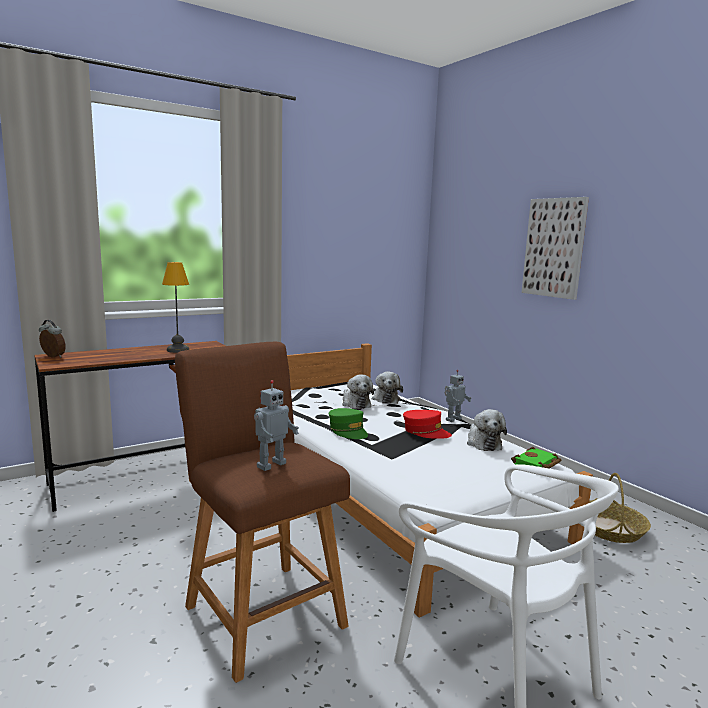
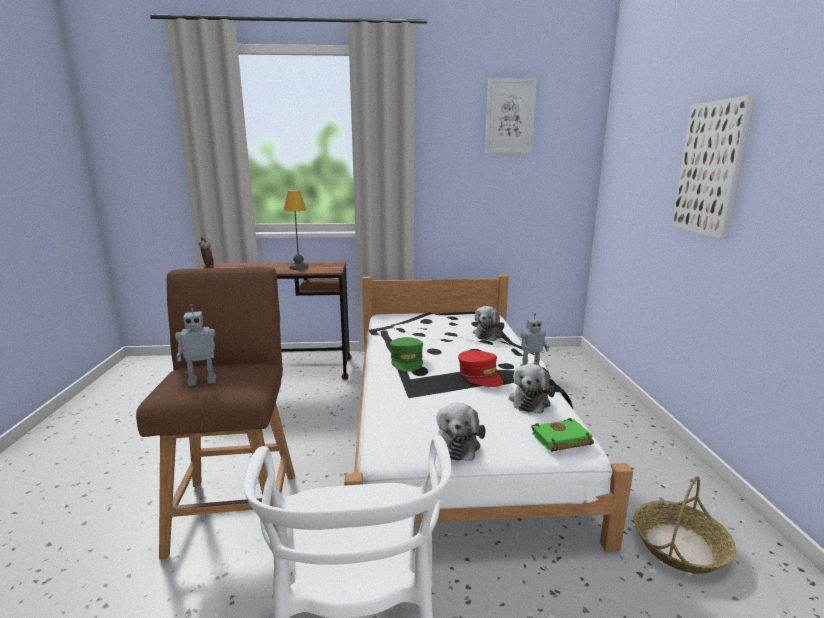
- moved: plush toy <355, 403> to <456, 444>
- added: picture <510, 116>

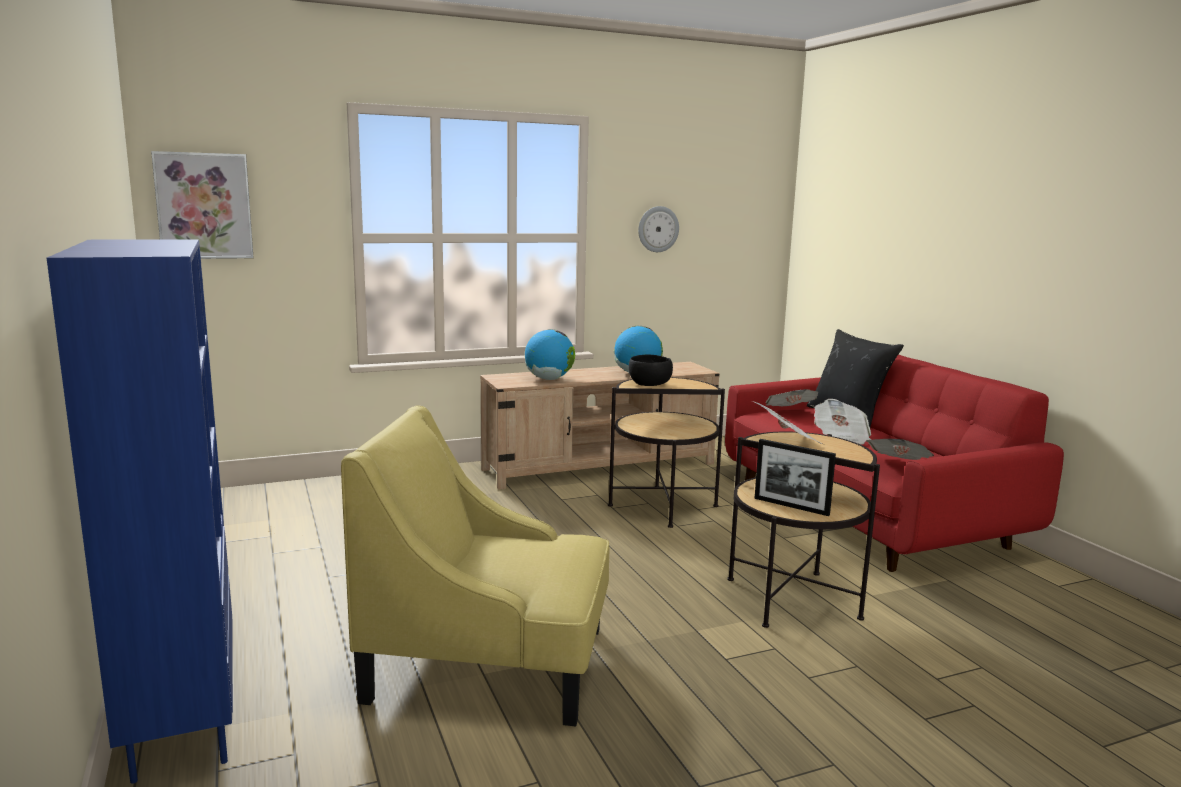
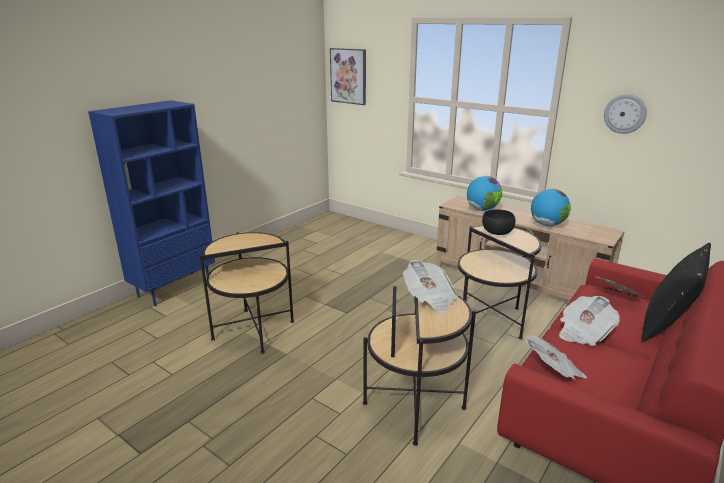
- replaced: armchair/yellow <489, 663> to side table <253, 330>

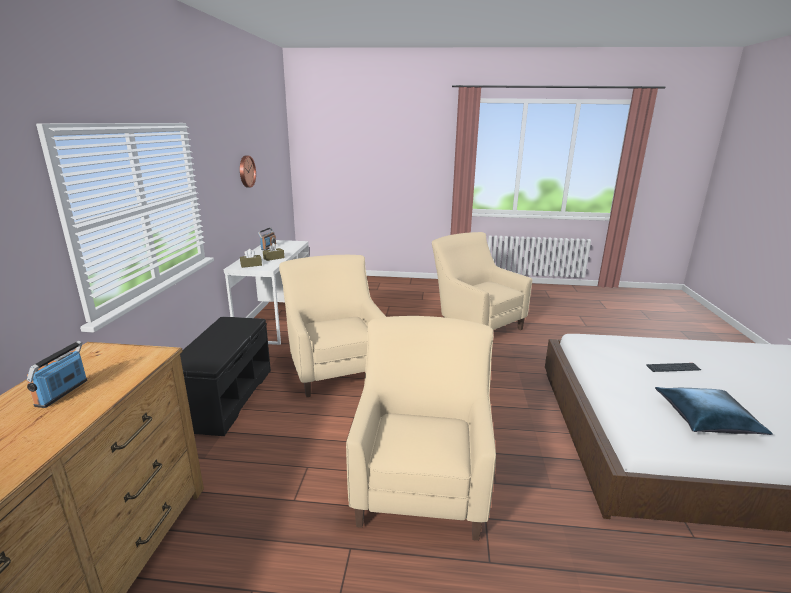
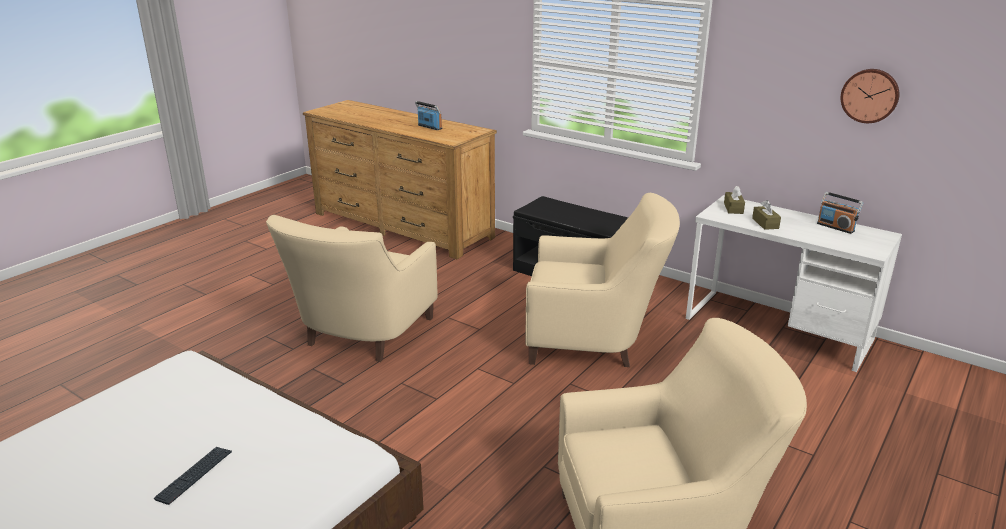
- turned: armchair/beige <421, 480> = <361, 336> 75 degrees clockwise
- removed: pillow/blue <707, 419>

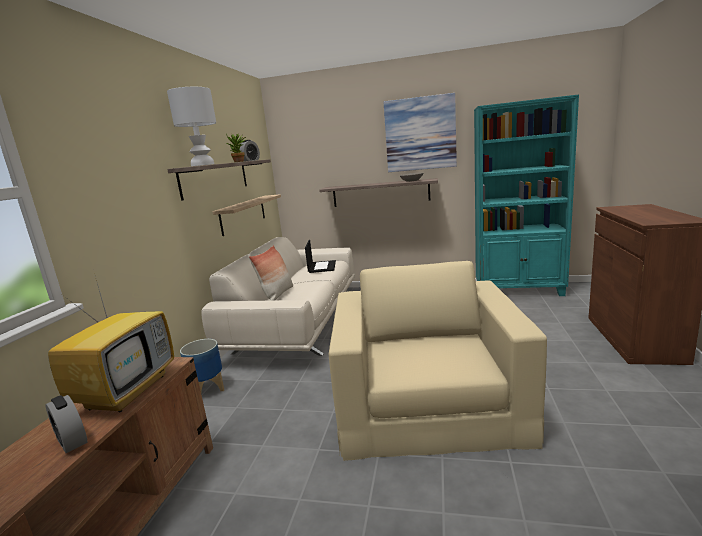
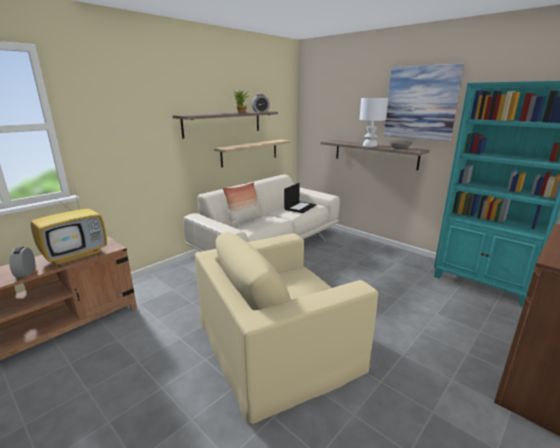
- turned: armchair/beige <428, 402> = <277, 343> 150 degrees counterclockwise
- moved: table lamp/white <203, 165> to <370, 145>
- removed: planter <208, 389>

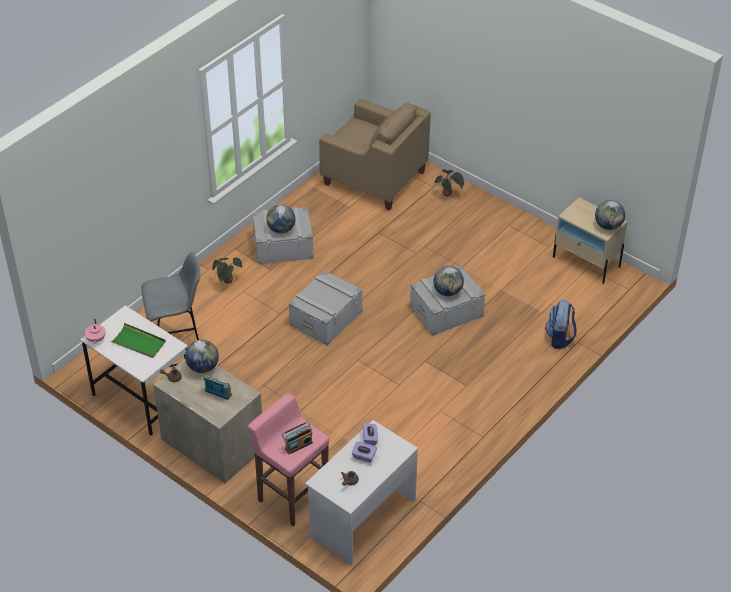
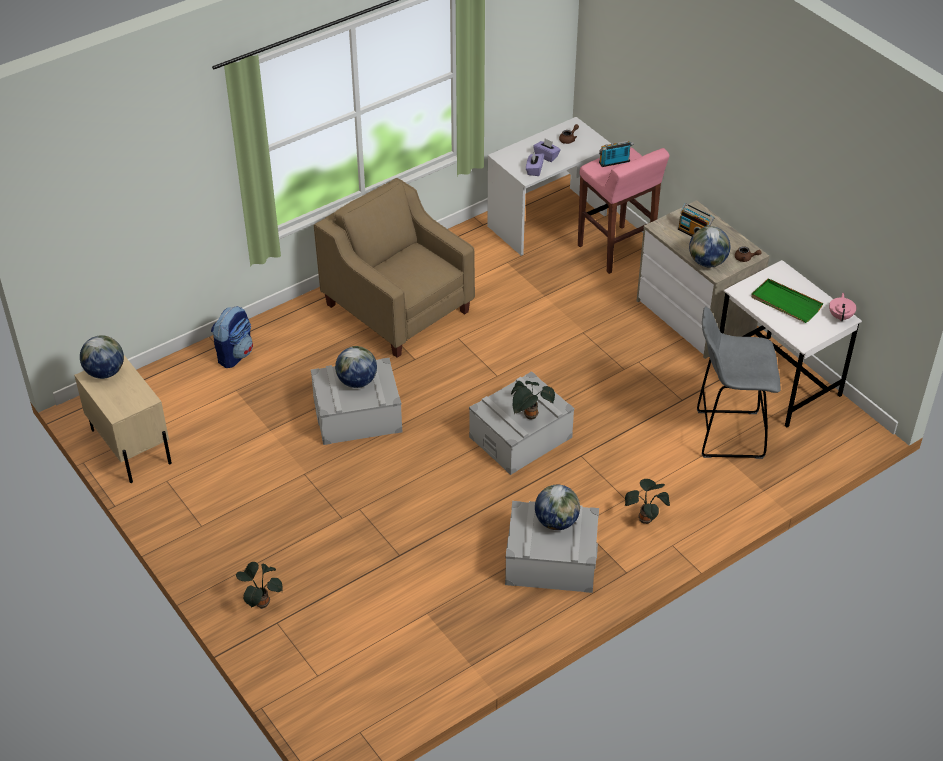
- moved: armchair/beige <374, 178> to <398, 308>
- added: potted plant <530, 416>

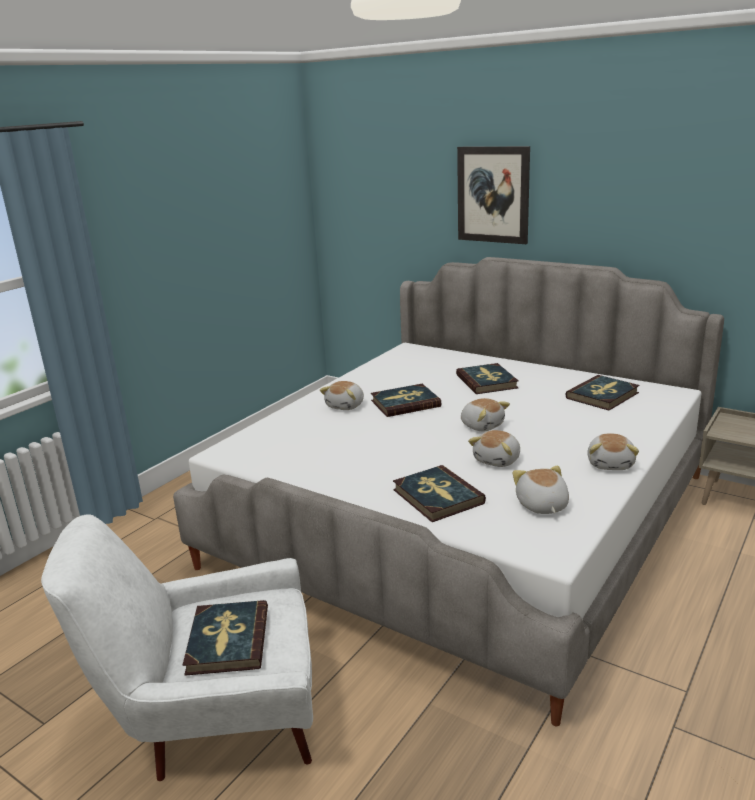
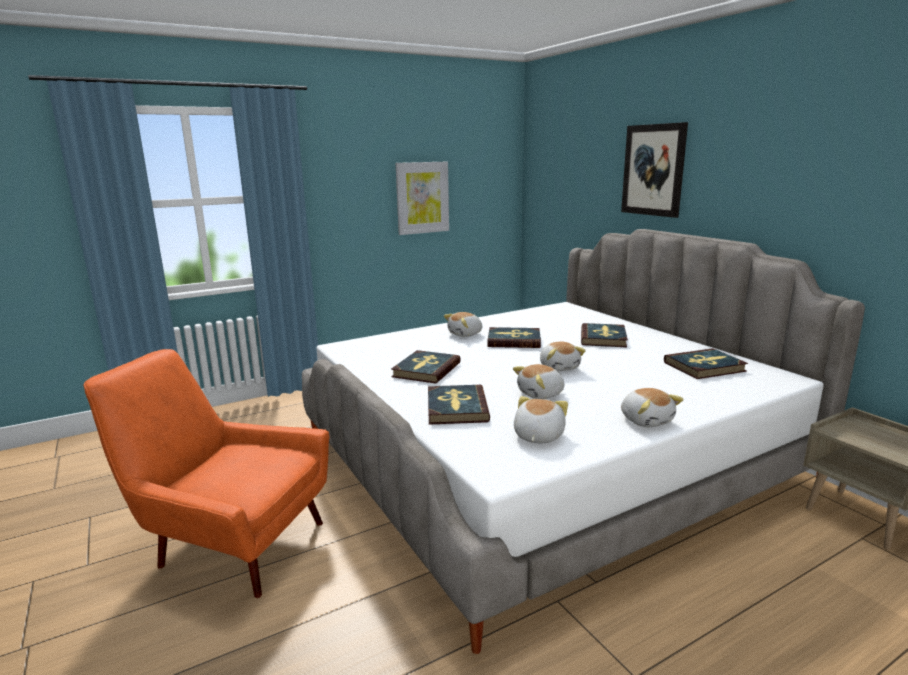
- recoloured: armchair/white <216, 722> to armchair/orange <228, 543>
- moved: book <227, 641> to <426, 370>
- added: picture <422, 198>
- turned: plush toy <611, 464> = <646, 420> 60 degrees counterclockwise

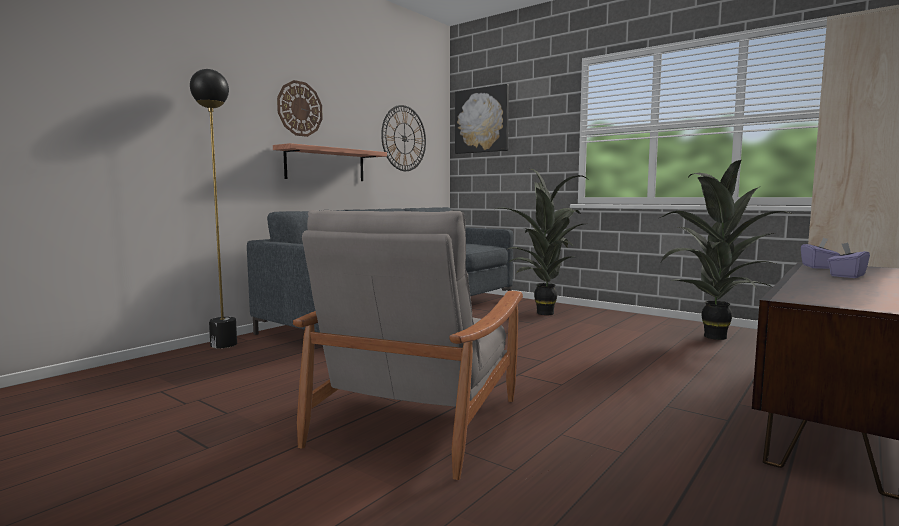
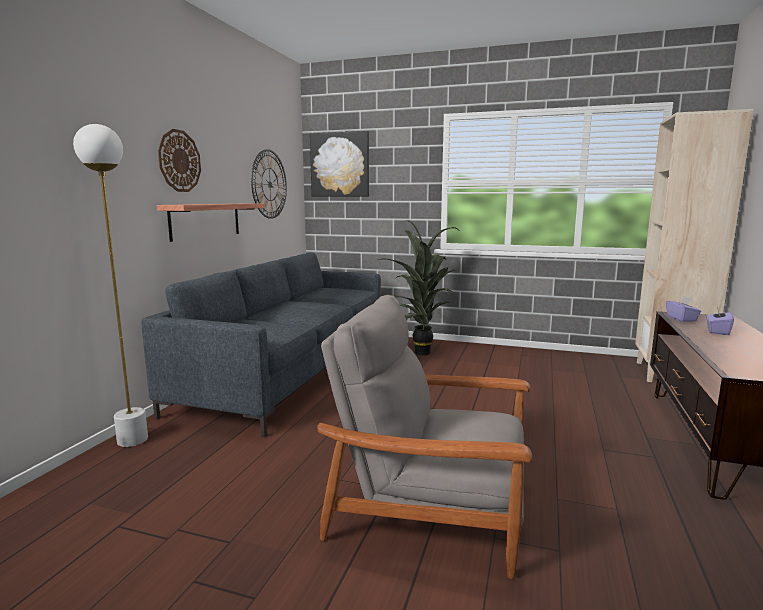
- recoloured: floor lamp/black <224, 345> to floor lamp/white <132, 440>
- turned: armchair/grey <418, 420> = <430, 509> 105 degrees clockwise
- removed: potted plant <713, 338>

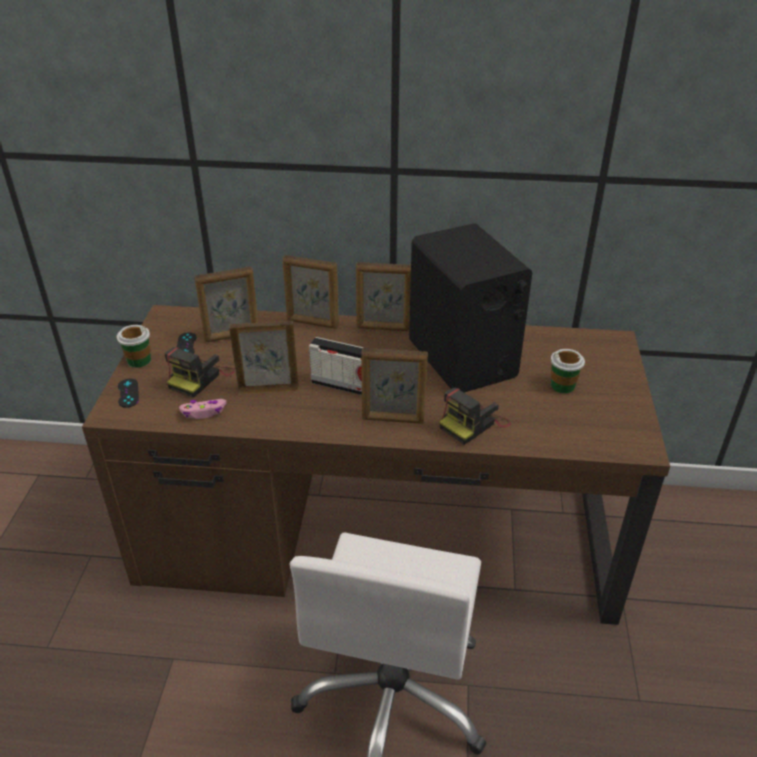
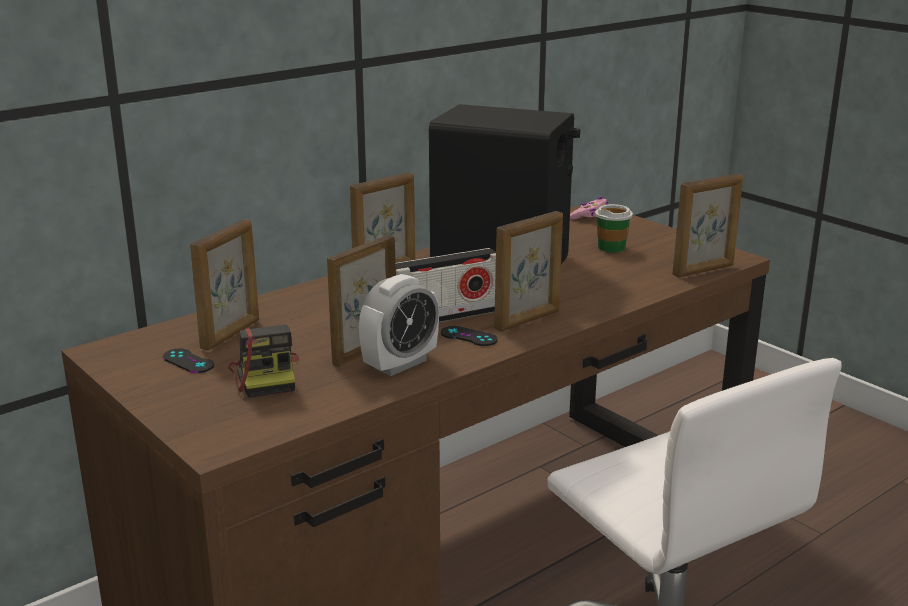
- added: alarm clock <400, 364>
- moved: game controller/black <128, 393> to <468, 336>
- moved: game controller/pink <203, 412> to <589, 215>
- moved: picture frame <312, 323> to <704, 270>
- removed: cup <139, 360>
- removed: photo camera <473, 423>

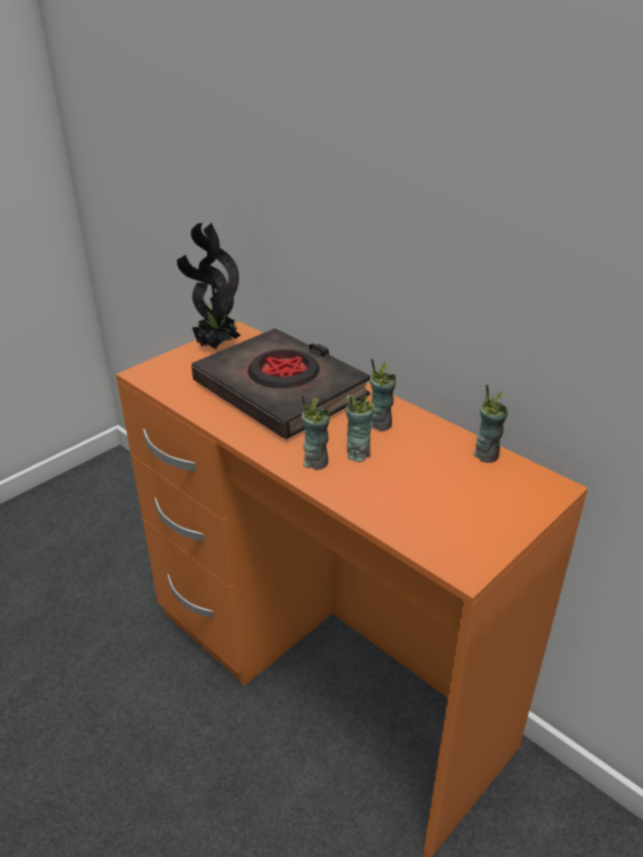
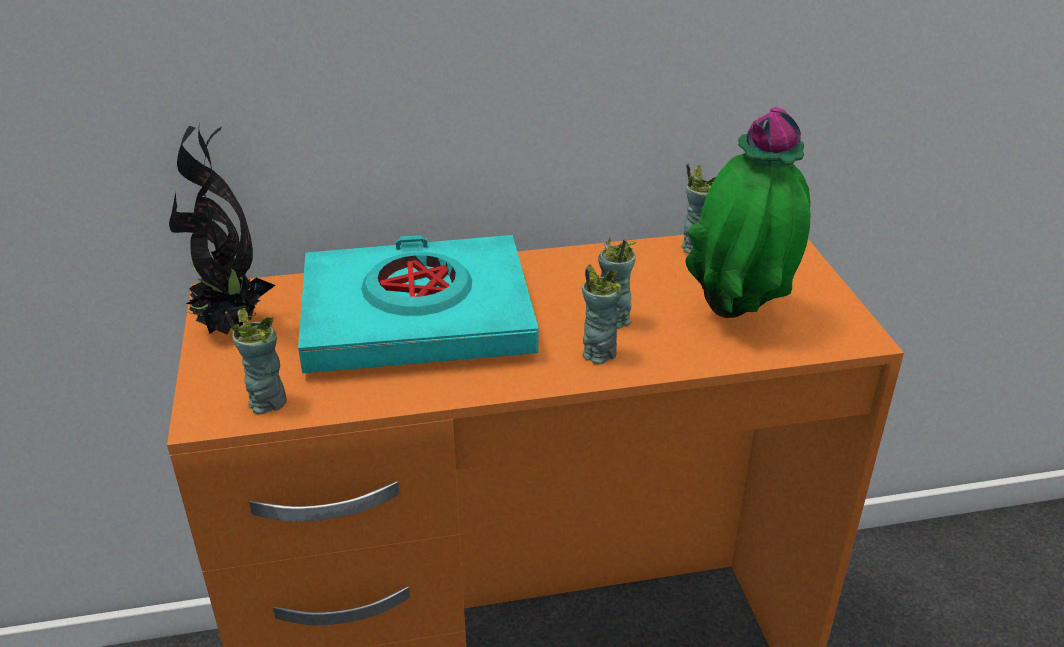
- moved: cup <380, 424> to <267, 401>
- recoloured: book/black <281, 390> to book/turquoise <417, 318>
- added: potted plant <740, 315>

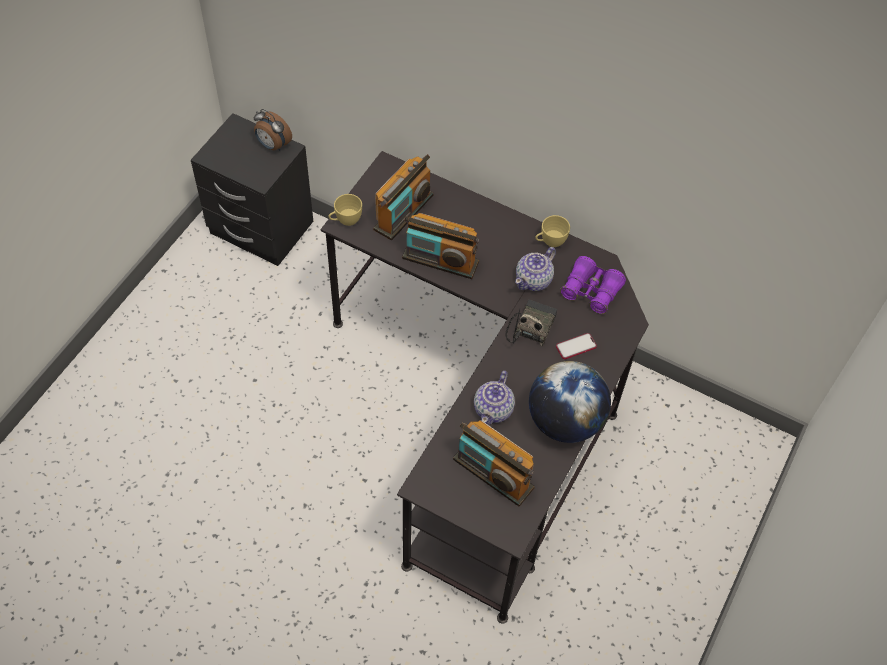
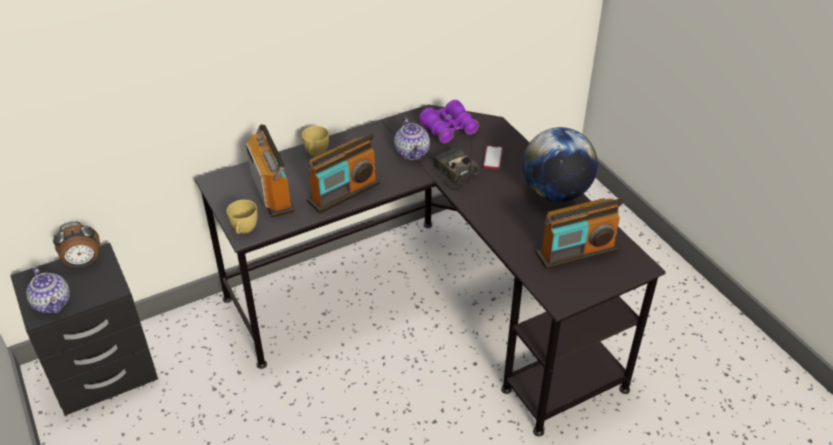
- moved: teapot <493, 409> to <52, 302>
- moved: cup/yellow <550, 242> to <316, 154>

